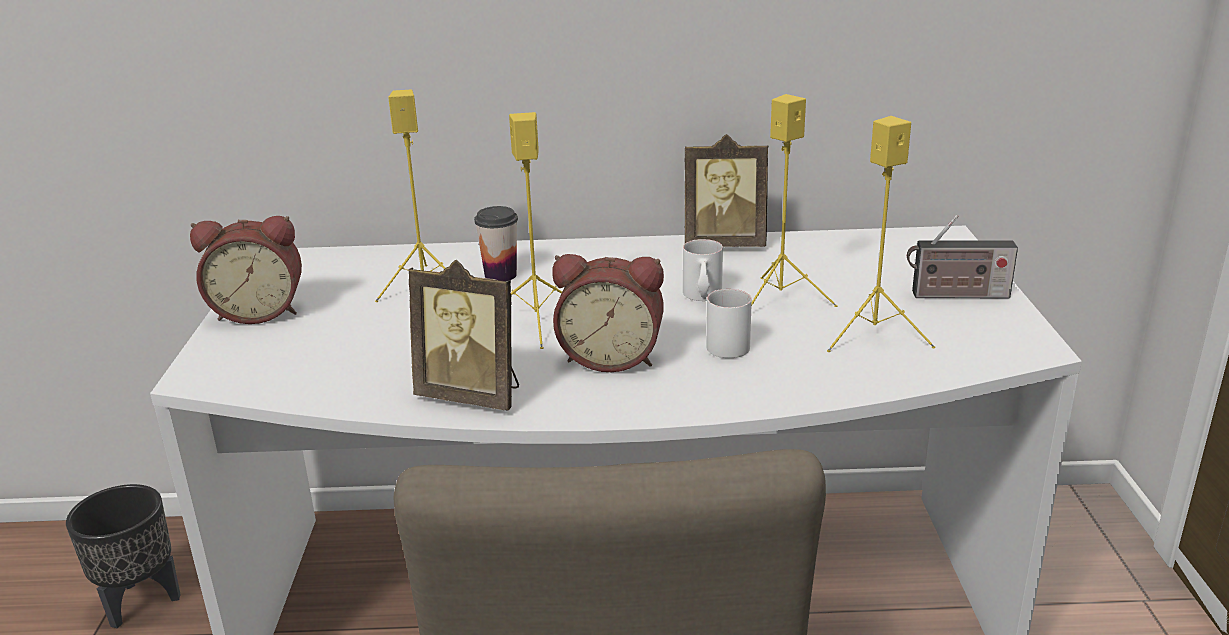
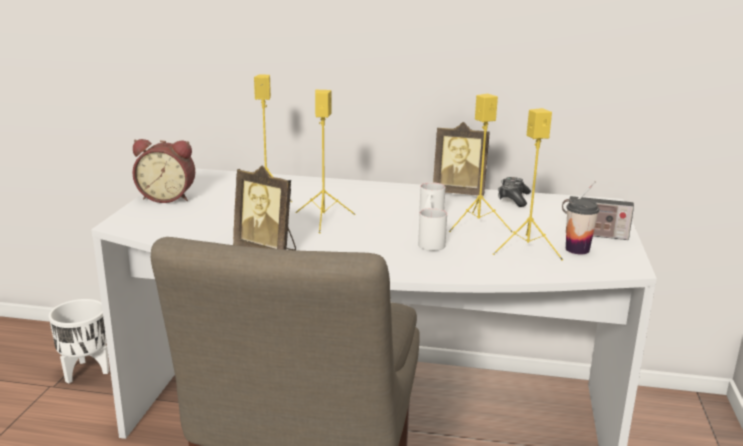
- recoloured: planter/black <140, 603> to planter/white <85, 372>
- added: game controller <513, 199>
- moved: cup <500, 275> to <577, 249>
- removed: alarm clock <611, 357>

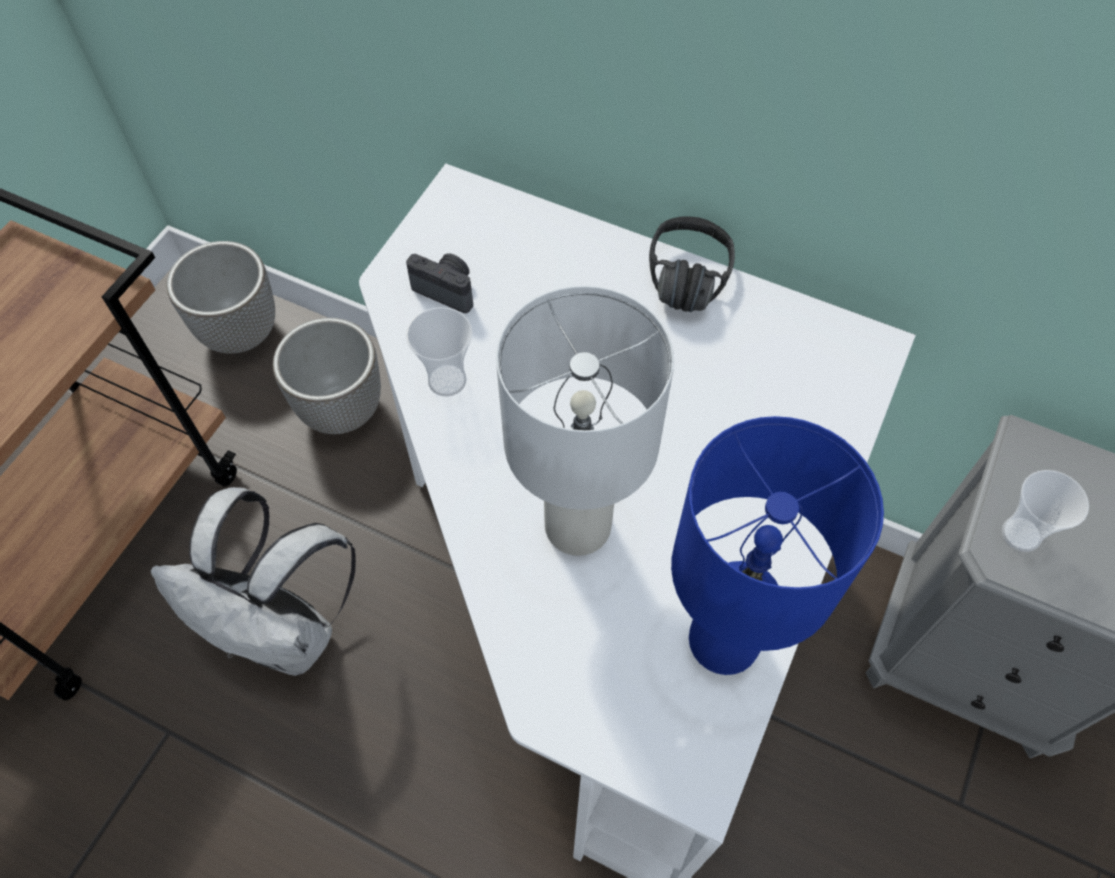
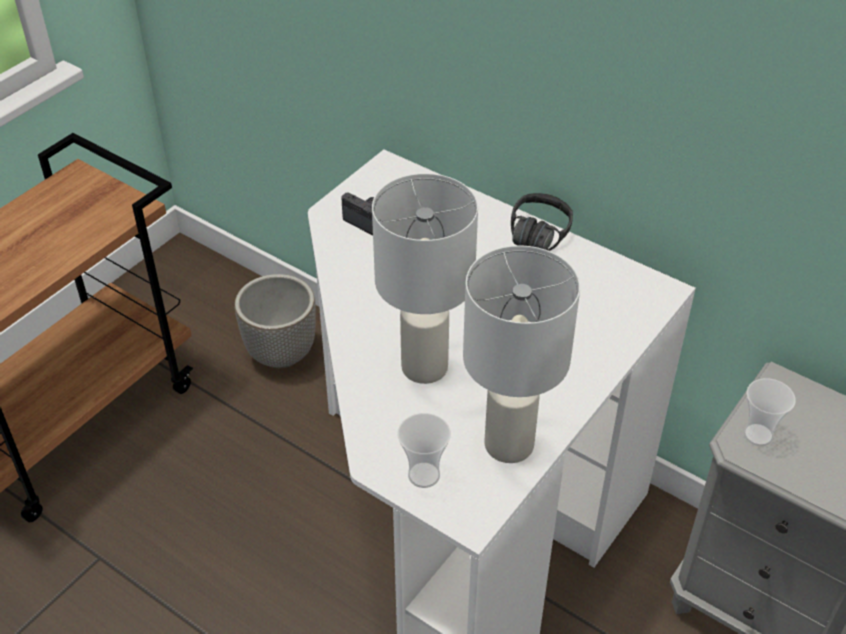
- moved: cup <447, 380> to <424, 475>
- recoloured: table lamp/blue <723, 643> to table lamp/white <508, 445>
- removed: backpack/white <286, 631>
- removed: planter <242, 333>

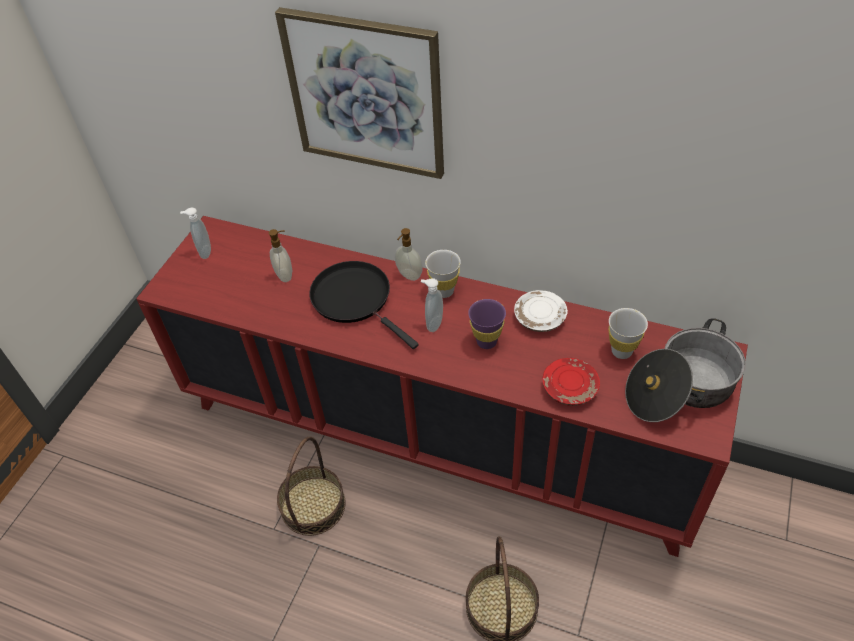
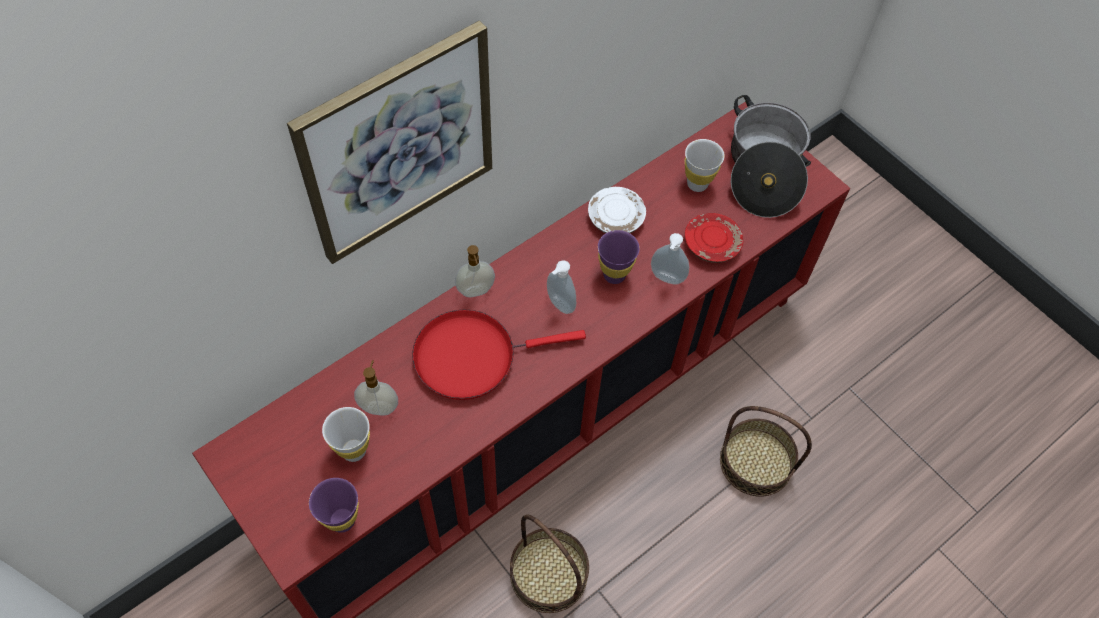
- added: cup/purple <342, 520>
- moved: cup/white <444, 291> to <354, 450>
- recoloured: frying pan/black <355, 299> to frying pan/red <472, 356>
- moved: soap dispenser <204, 252> to <666, 279>

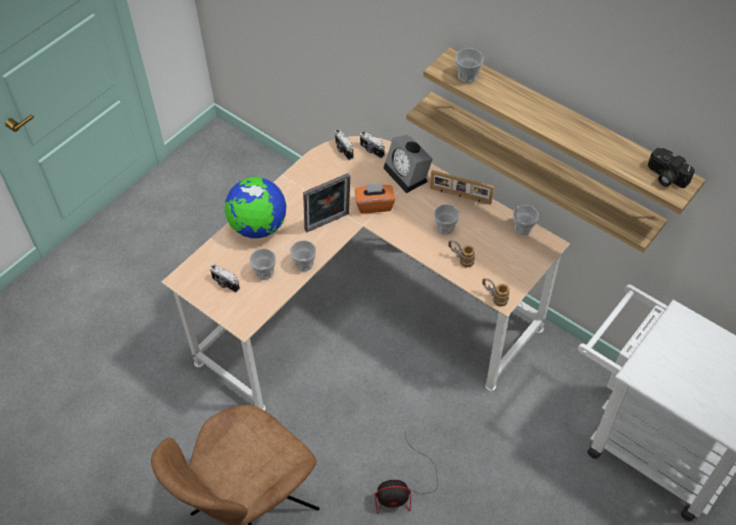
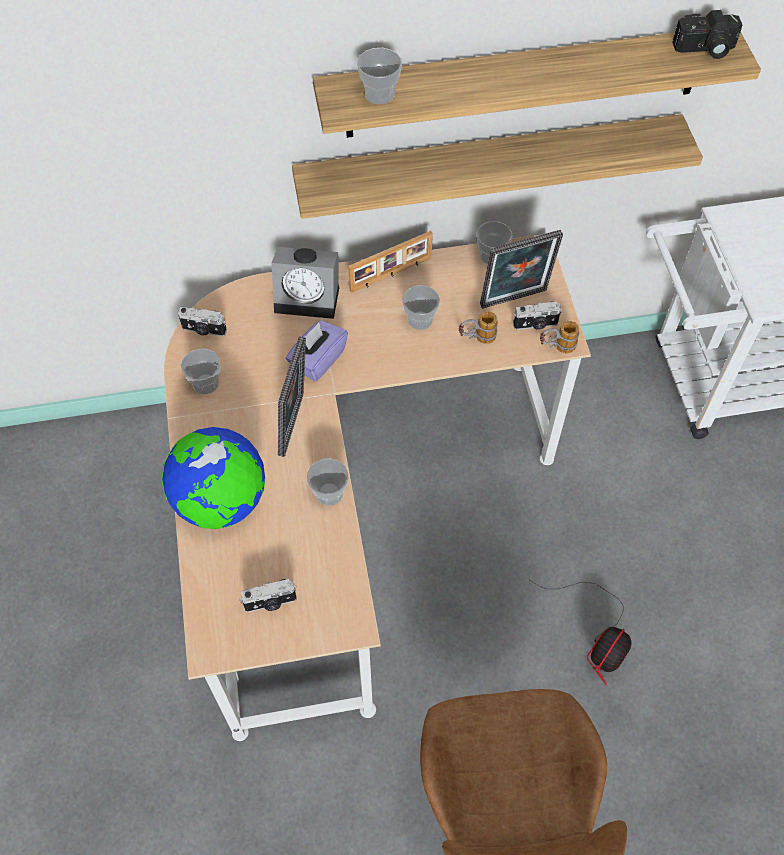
- moved: cup <264, 272> to <205, 383>
- recoloured: tissue box/orange <374, 205> to tissue box/purple <318, 360>
- added: picture frame <515, 300>
- moved: photo camera <371, 150> to <535, 325>

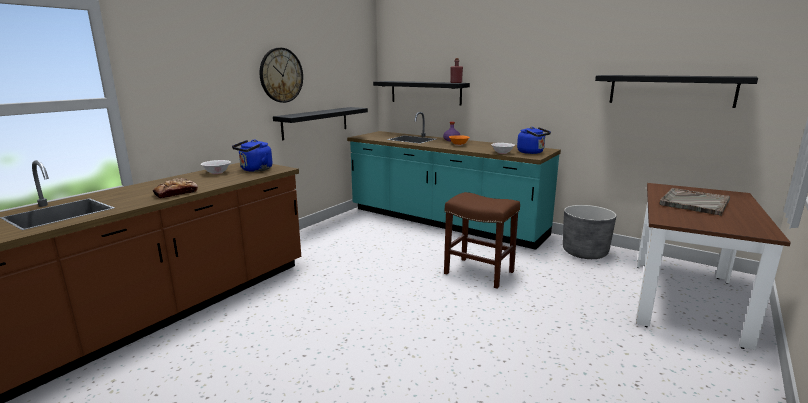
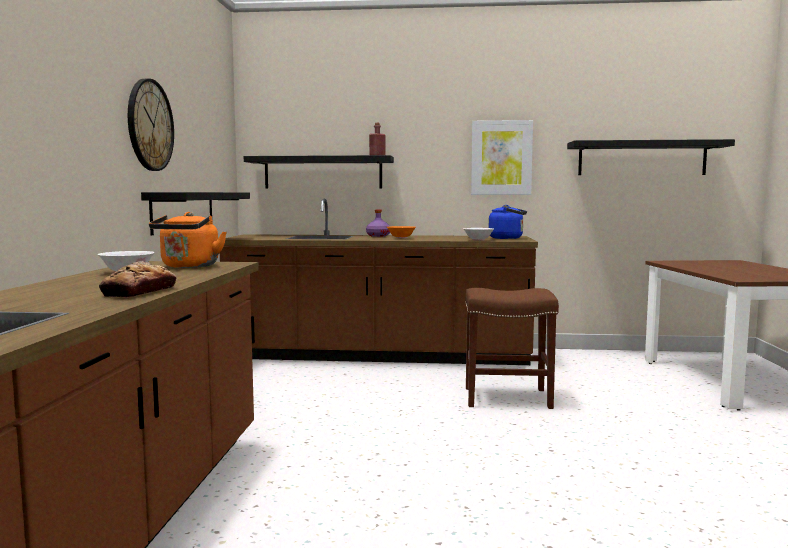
- recoloured: kettle/blue <255, 170> to kettle/orange <189, 266>
- recoloured: counter/turquoise <443, 222> to counter/brown <378, 356>
- added: picture <501, 158>
- removed: planter/grey <584, 252>
- removed: tray/grey <694, 202>

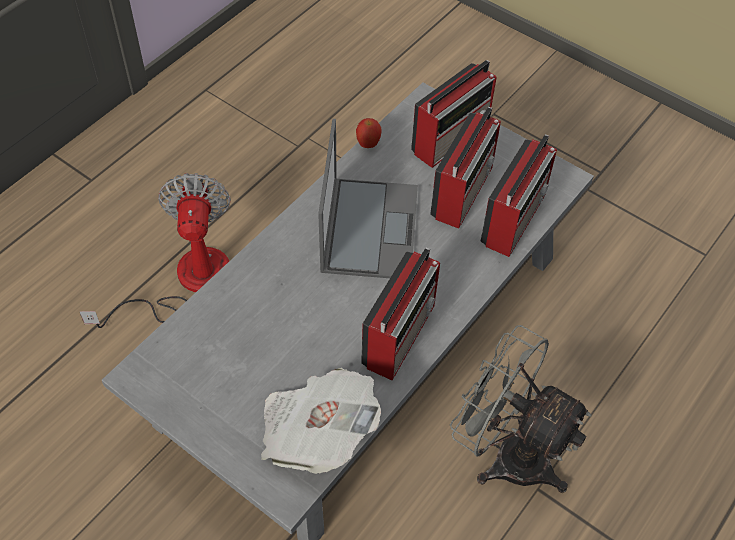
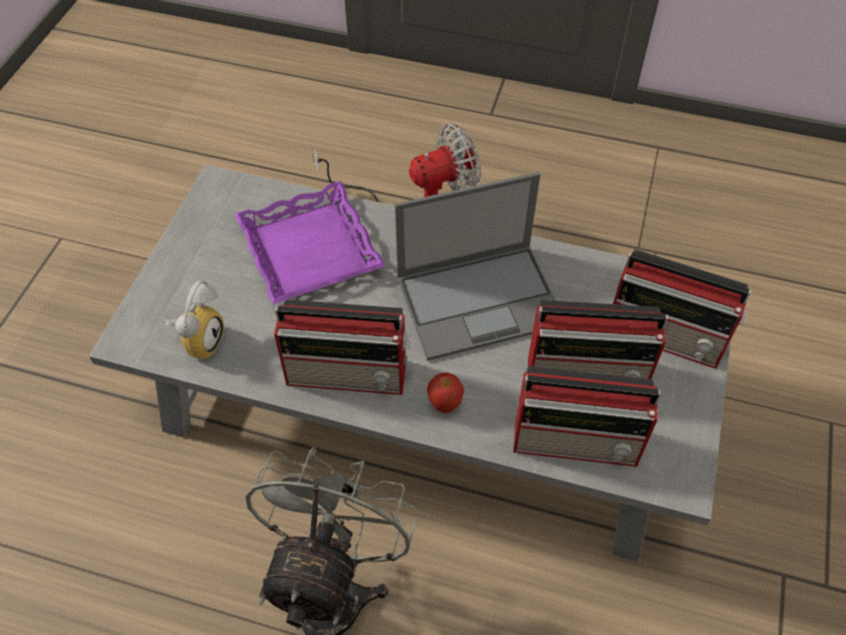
- replaced: newspaper <316, 432> to alarm clock <200, 339>
- added: tray/purple <308, 250>
- moved: apple <368, 144> to <445, 404>

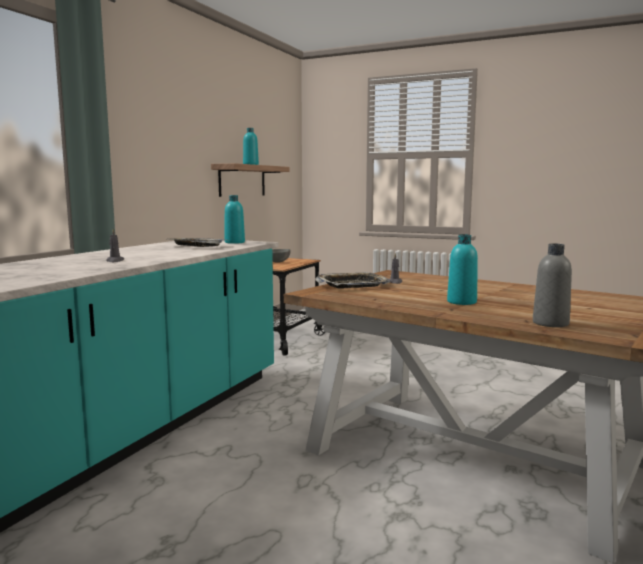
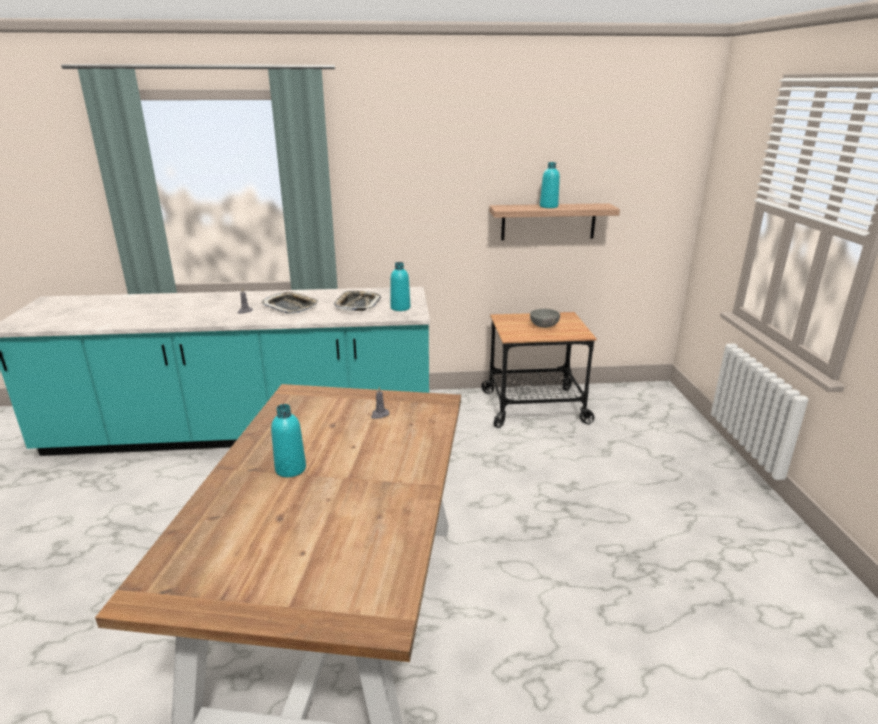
- moved: tray <352, 285> to <291, 307>
- removed: bottle/grey <550, 323>

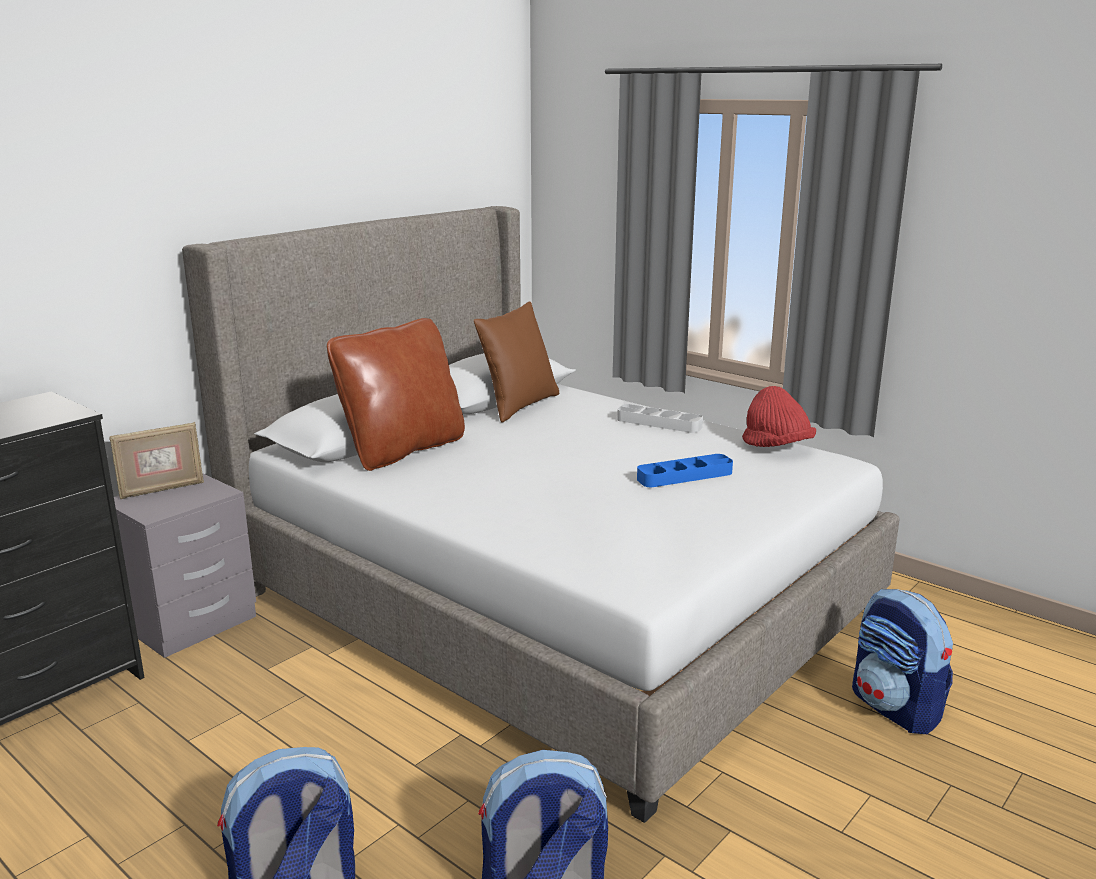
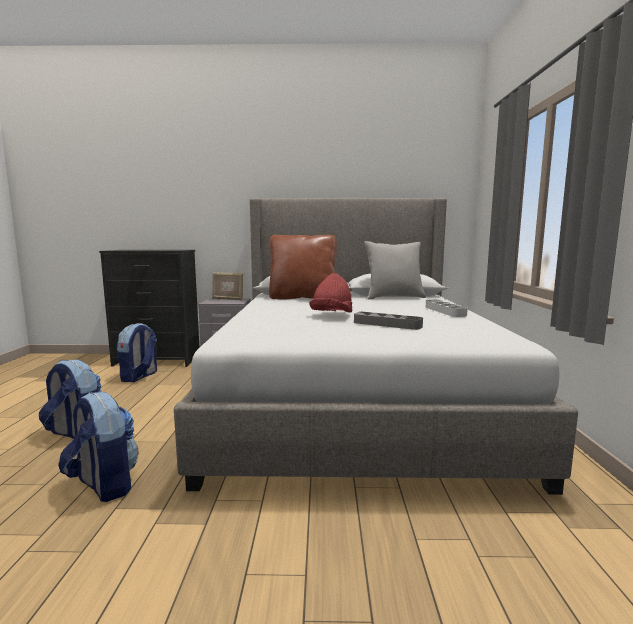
- moved: backpack <896, 708> to <139, 377>
- moved: hat/red <776, 448> to <332, 315>
- recoloured: tray/blue <684, 476> to tray/grey <387, 324>
- recoloured: pillow/brown <518, 406> to pillow/grey <394, 297>

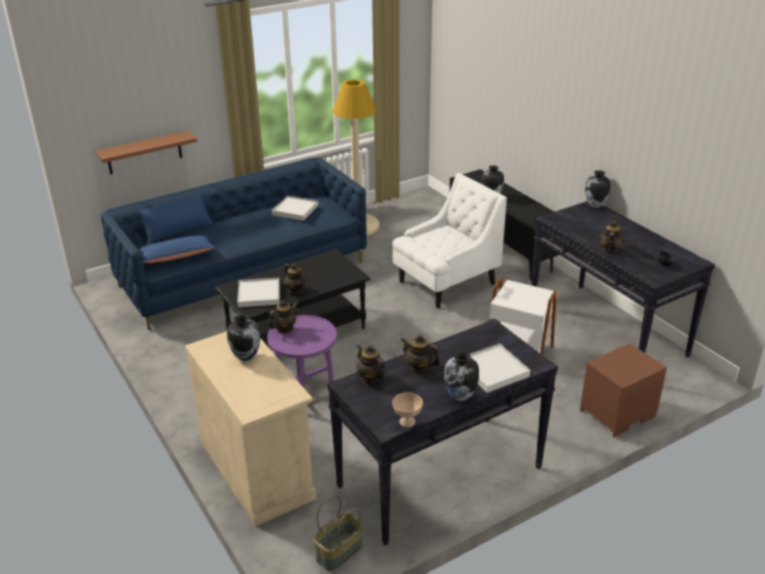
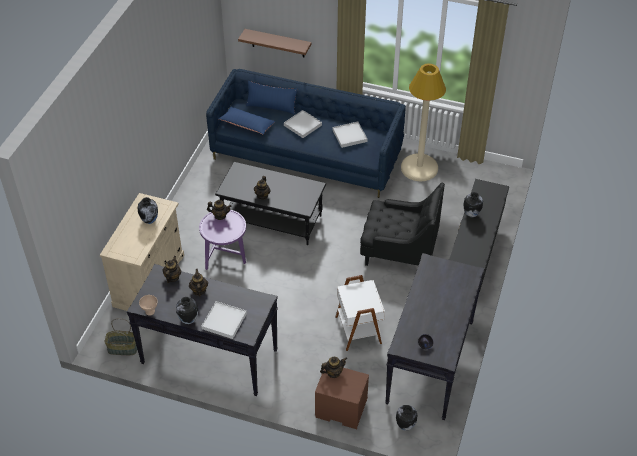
- moved: tray/white <259, 294> to <303, 125>
- moved: teapot <609, 250> to <333, 372>
- recoloured: armchair/white <446, 283> to armchair/black <398, 252>
- moved: vase <595, 205> to <405, 426>

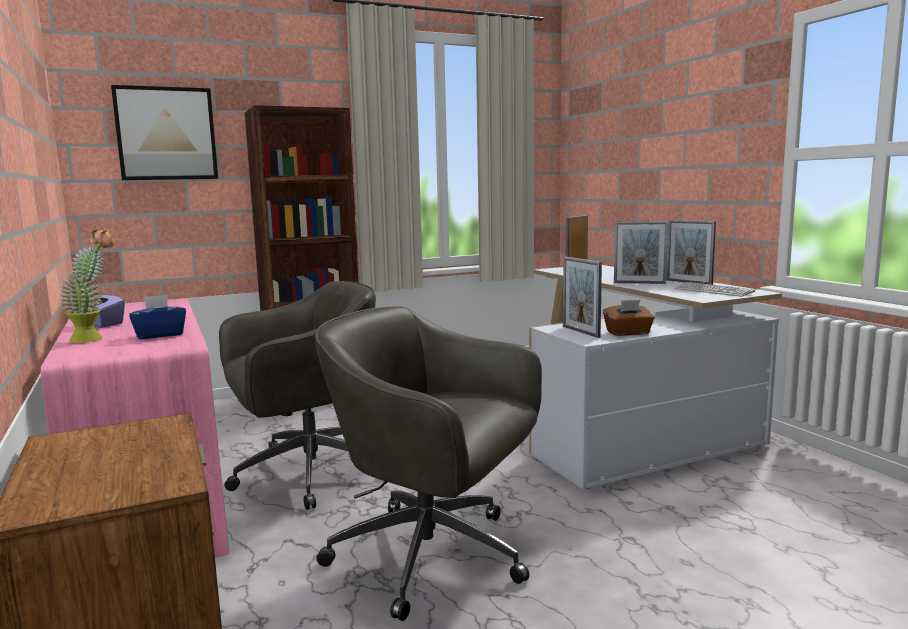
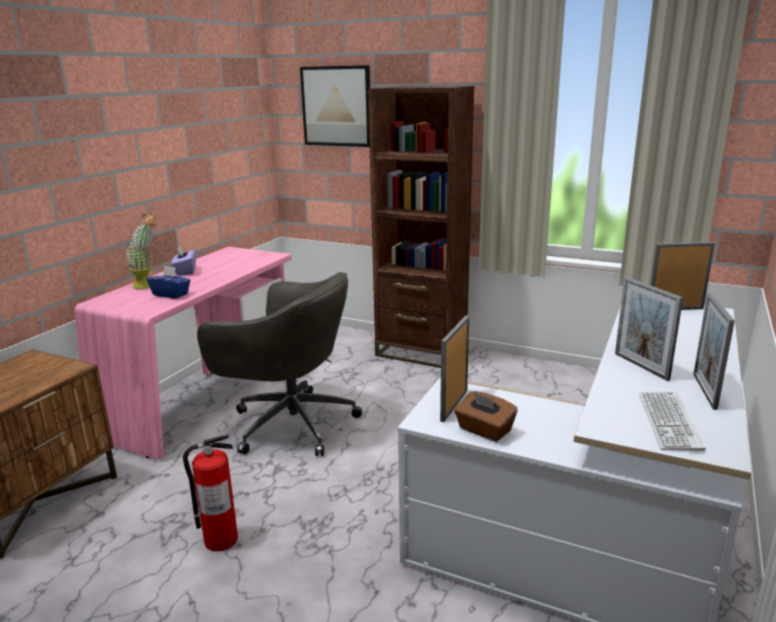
- replaced: office chair/grey <434, 557> to fire extinguisher <220, 539>

